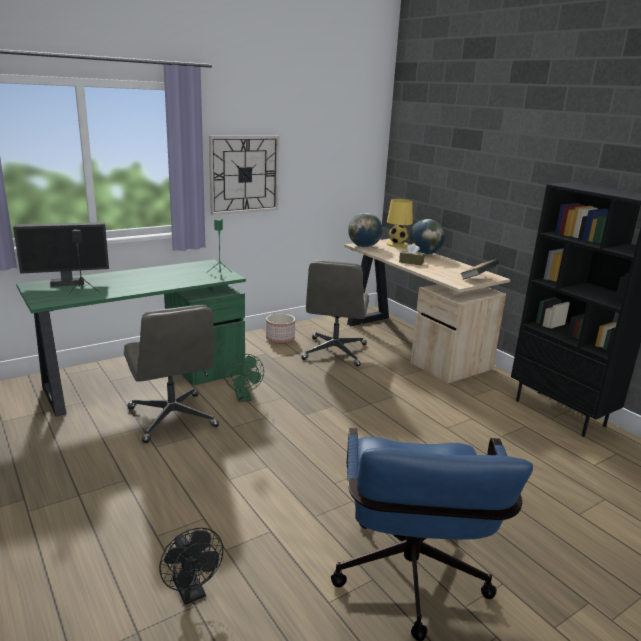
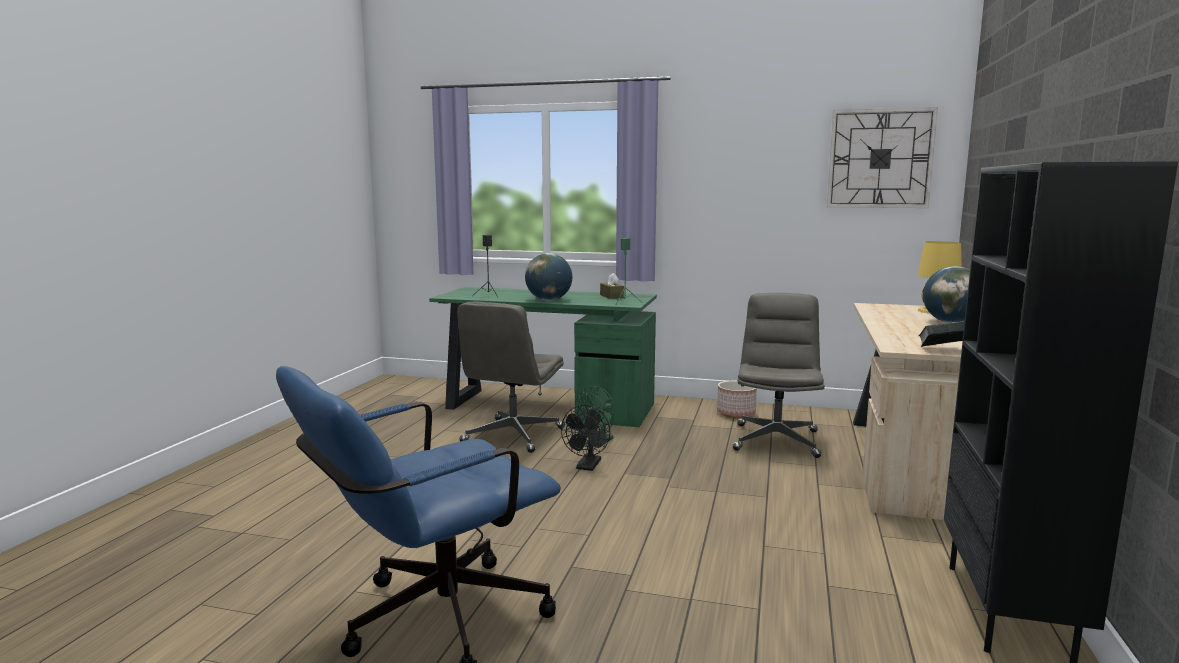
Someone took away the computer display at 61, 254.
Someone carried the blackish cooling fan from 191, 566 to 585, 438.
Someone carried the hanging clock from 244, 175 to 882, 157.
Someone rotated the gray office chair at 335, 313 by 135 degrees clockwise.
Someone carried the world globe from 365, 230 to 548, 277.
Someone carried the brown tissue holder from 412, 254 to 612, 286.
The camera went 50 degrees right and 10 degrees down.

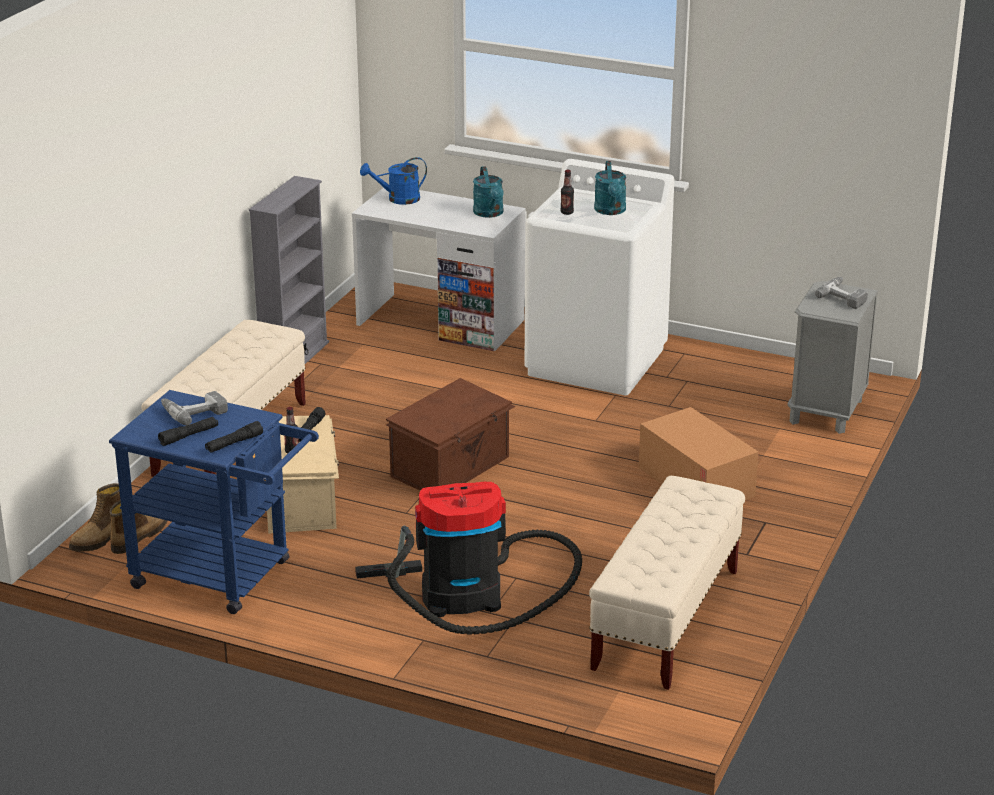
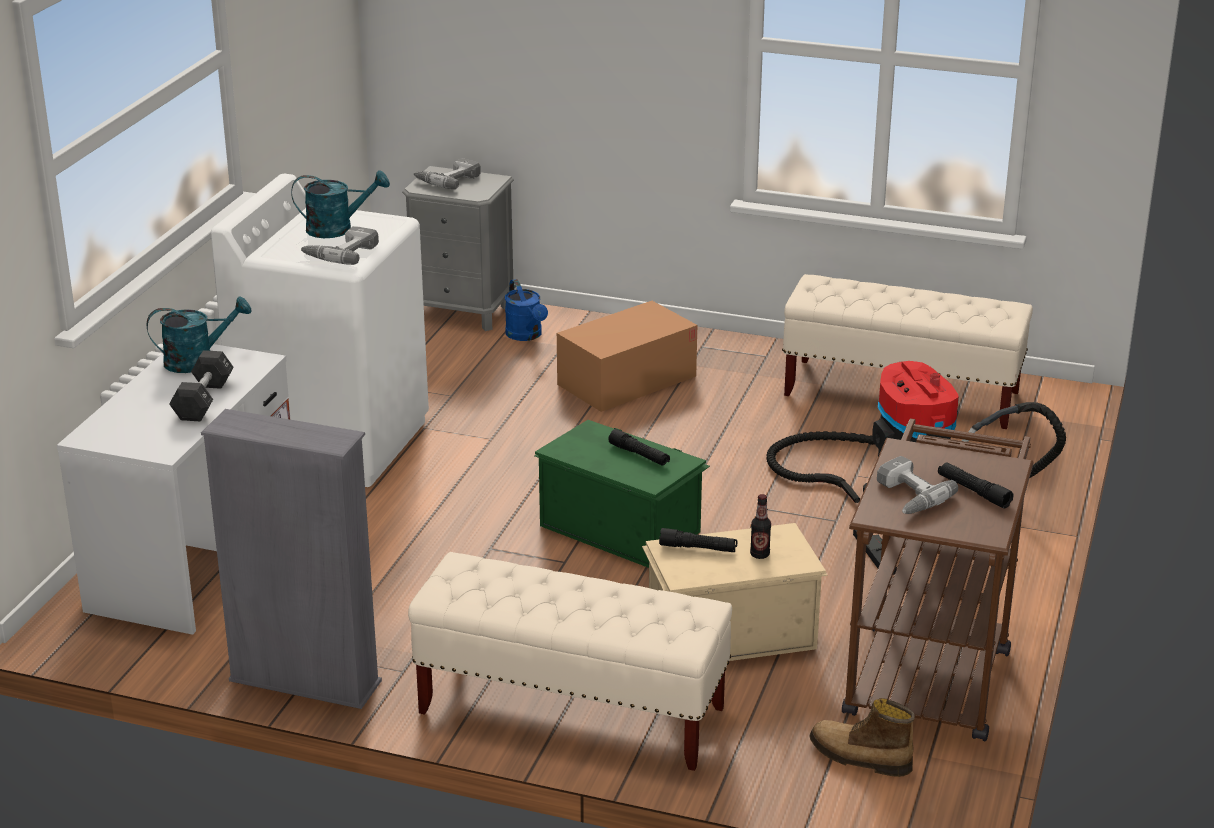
Someone took away the boot at 94, 517.
Someone repainted the bluish cart at 214, 502, which became the brown cart at 938, 579.
Someone carried the blackish hand torch from 234, 437 to 639, 447.
Someone carried the bluish sprinkling can from 393, 181 to 526, 310.
Someone repainted the brown storage bin at 450, 434, which became the green-coloured storage bin at 622, 494.
Someone swapped the beverage bottle at 567, 192 for the drill at 340, 245.
Someone put down the blackish dumbbell at 201, 386.
The camera went 95 degrees left and 0 degrees up.

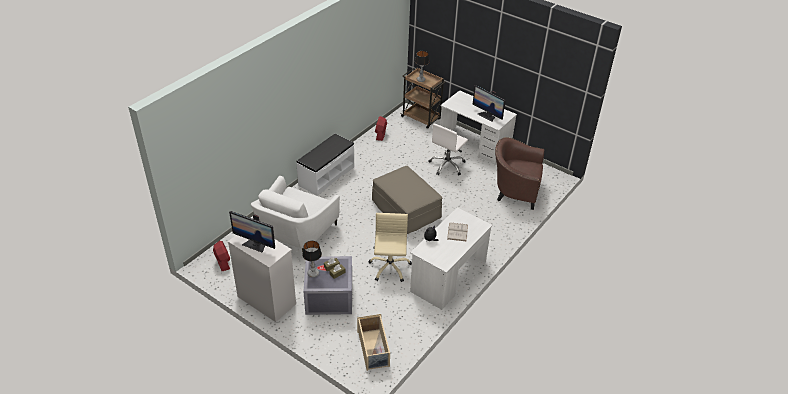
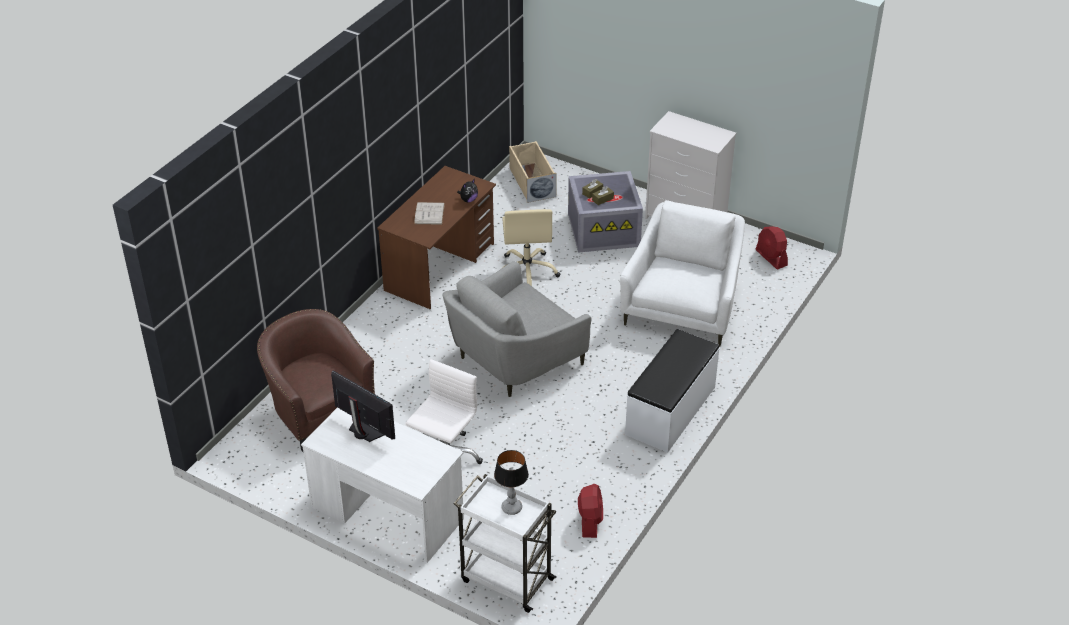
Someone took away the computer display at 252, 232.
Someone took away the tabletop lamp at 312, 259.
Someone swapped the beige ottoman at 407, 200 for the gray lounge chair at 516, 329.
Someone repainted the brown cart at 423, 98, which became the white-coloured cart at 505, 543.
Someone repainted the white-coloured desk at 451, 259, which became the brown desk at 436, 237.
Someone rotated the brown lounge chair at 519, 173 by 135 degrees counterclockwise.
The camera went 175 degrees right and 0 degrees up.

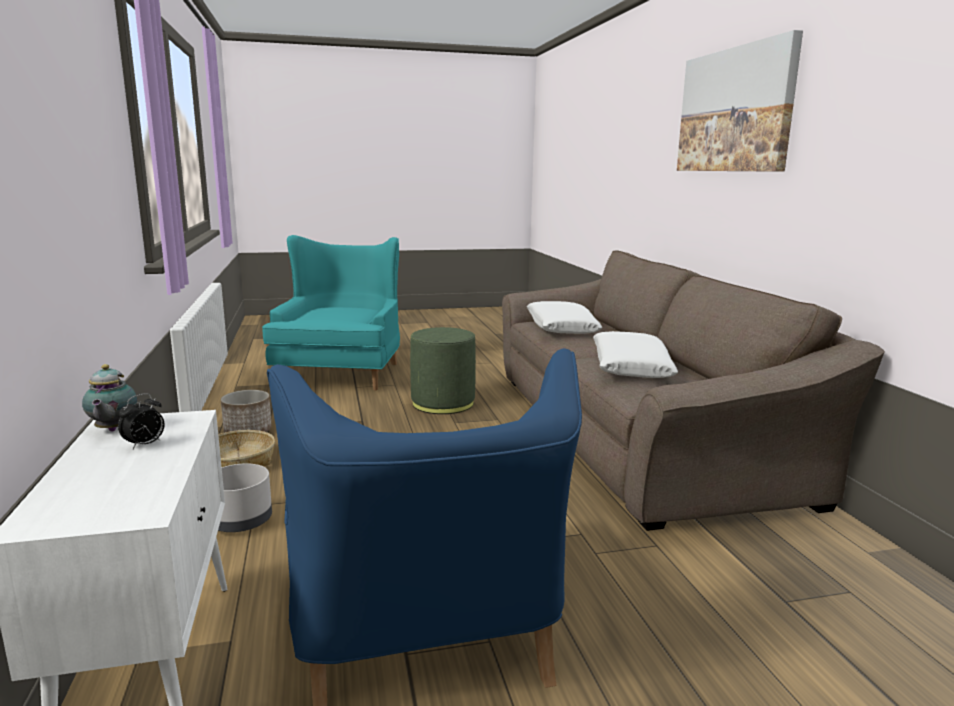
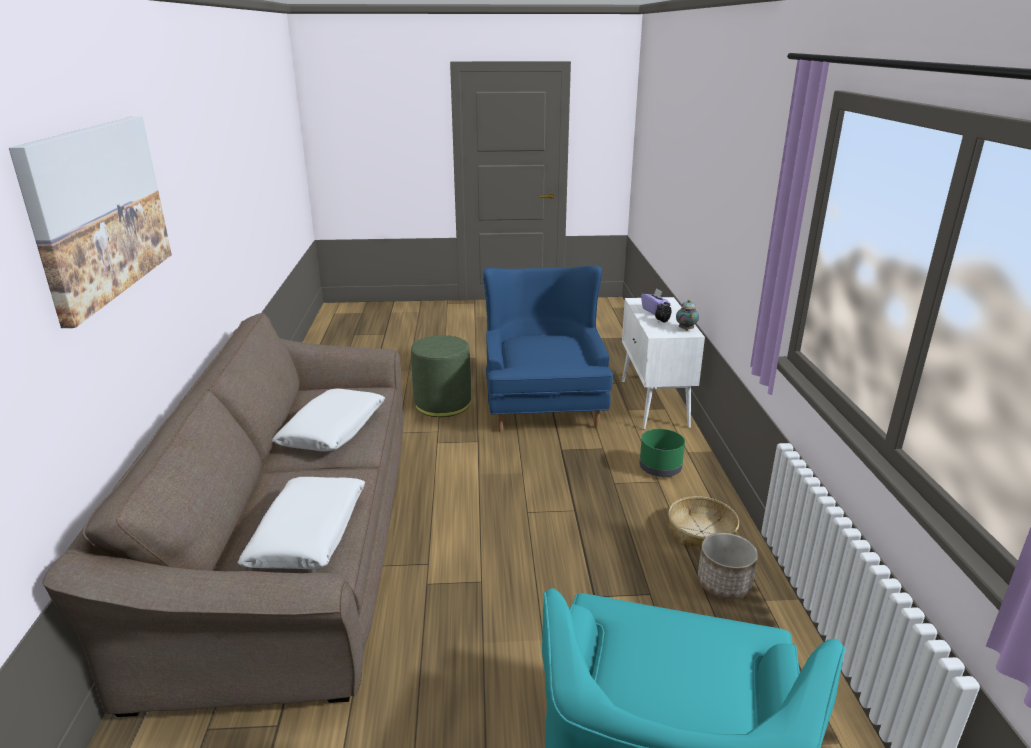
Someone repainted the gray plant pot at 245, 498, which became the green-coloured plant pot at 662, 453.
Someone carried the green-coloured ottoman from 443, 370 to 441, 376.
Someone put down the purple-coloured tissue holder at 656, 301.
The camera went 170 degrees left and 10 degrees up.

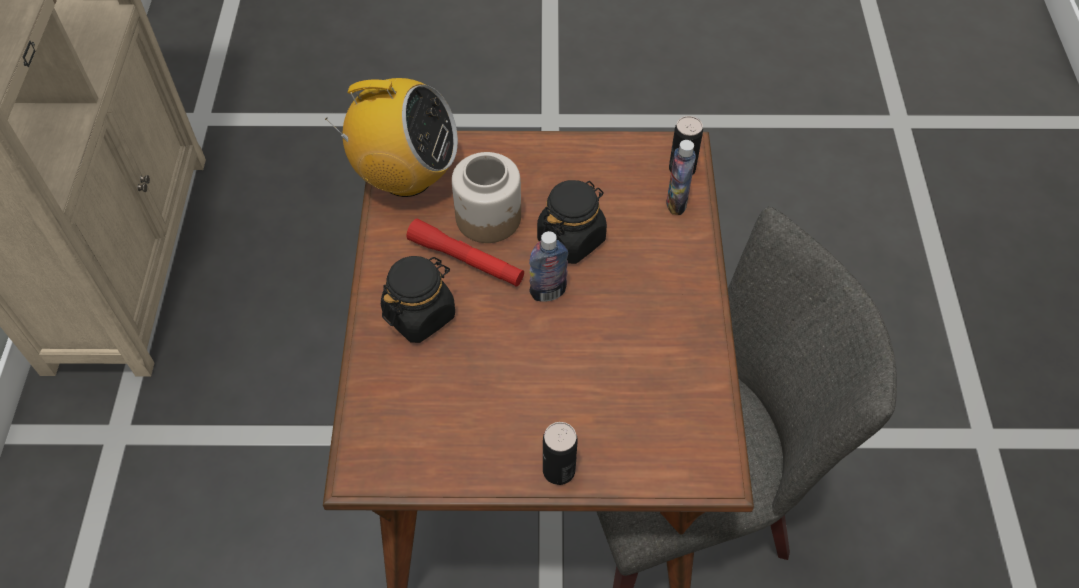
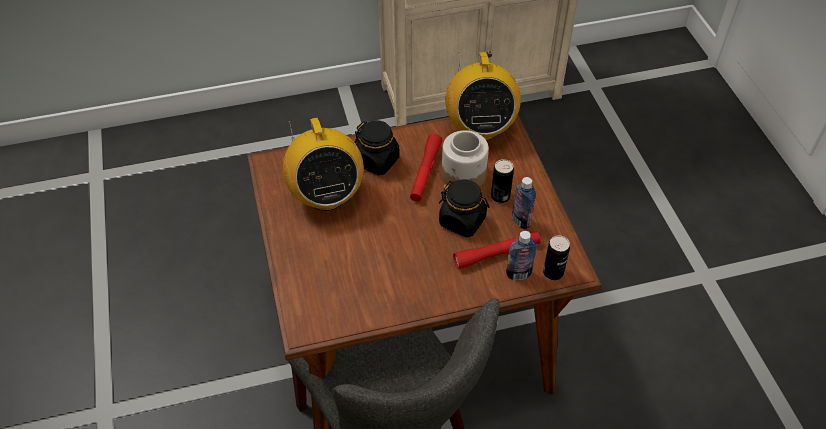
Someone carried the beverage bottle from 548, 266 to 524, 203.
Someone carried the metal can from 560, 453 to 502, 181.
Someone put down the radio at 323, 164.
Someone put down the reddish hand torch at 497, 250.
The camera went 75 degrees right and 5 degrees down.

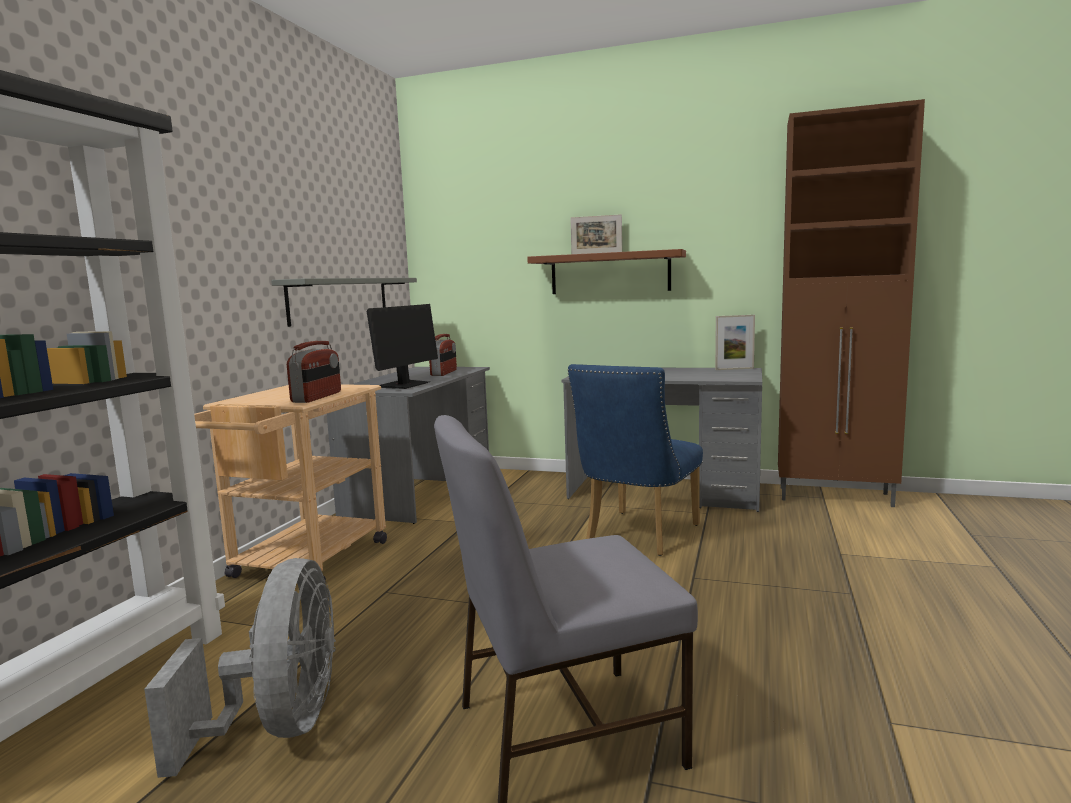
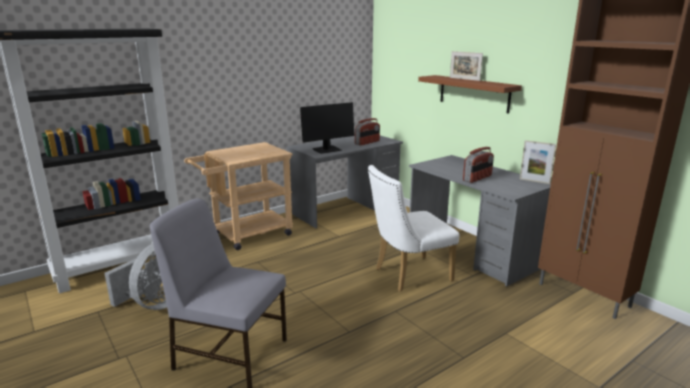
Someone took away the gray shelf at 344, 302.
Someone carried the radio from 314, 372 to 478, 165.
Someone repainted the bluish plain chair at 635, 460, which became the white-coloured plain chair at 413, 228.
The camera went 35 degrees right and 10 degrees up.

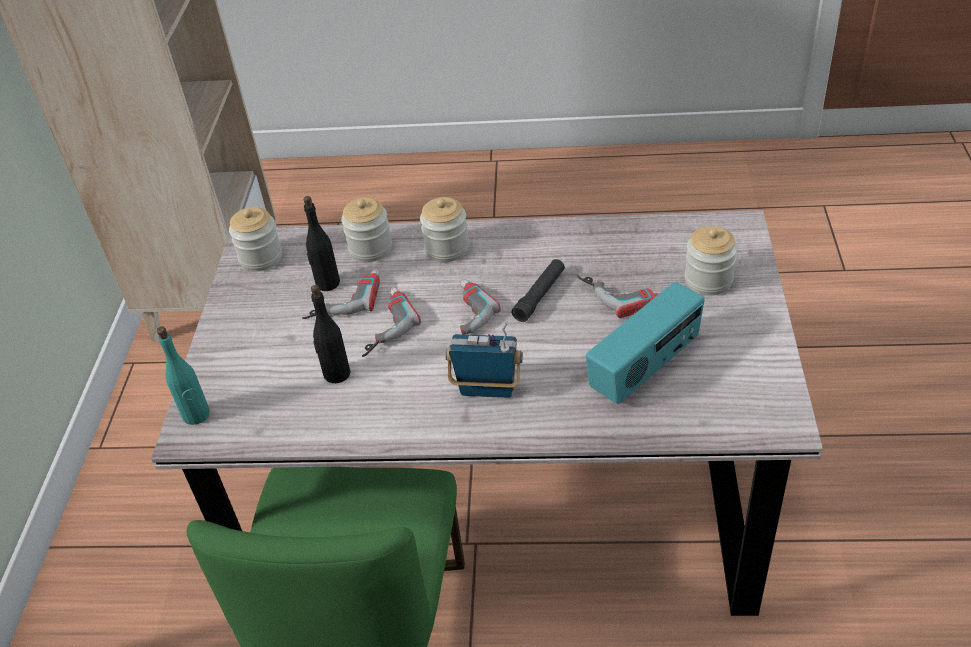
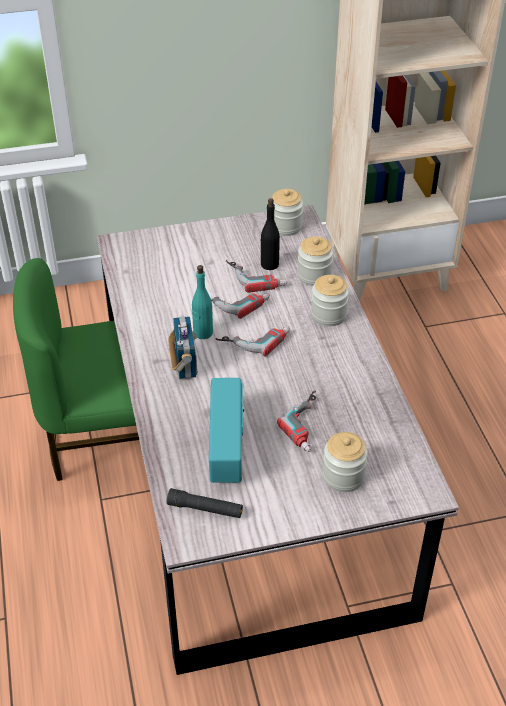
Someone carried the turquoise-coloured beverage bottle from 183, 376 to 202, 302.
Someone took away the blackish beverage bottle at 330, 334.
Someone carried the blackish hand torch from 538, 290 to 205, 503.
Someone rotated the radio at 645, 343 by 120 degrees counterclockwise.
The camera went 70 degrees right and 0 degrees up.

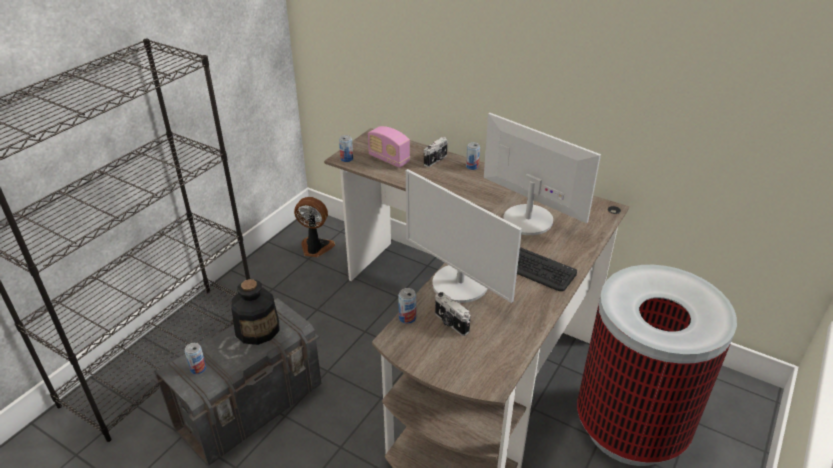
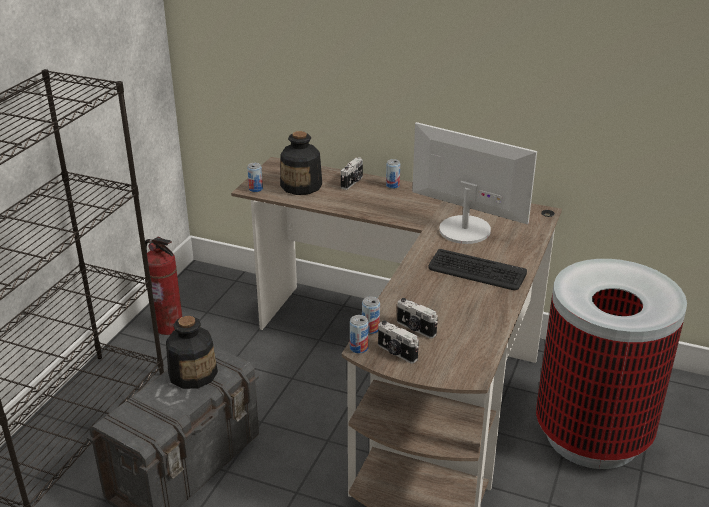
Someone carried the metal can from 195, 358 to 359, 334.
Someone took away the cooling fan at 314, 227.
Someone swapped the radio at 389, 147 for the beverage bottle at 301, 163.
Someone took away the computer display at 464, 236.
Someone put down the extinguisher at 163, 285.
Someone put down the photo camera at 398, 341.
The camera went 10 degrees left and 5 degrees down.

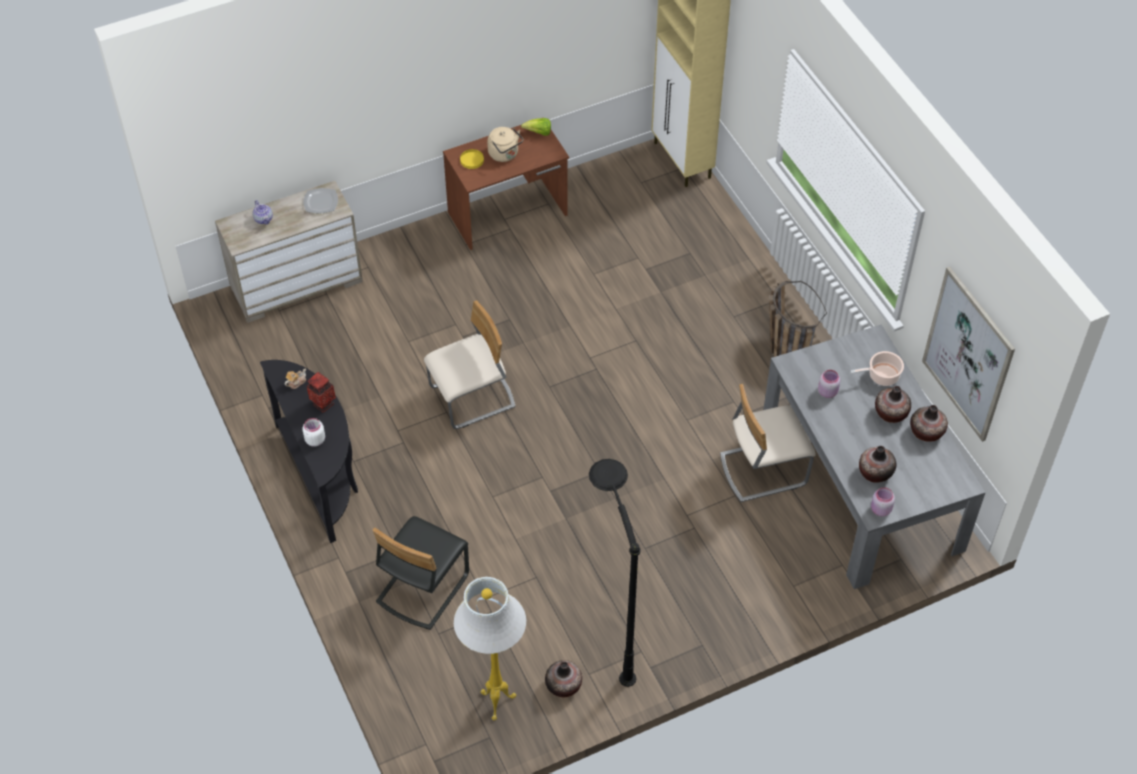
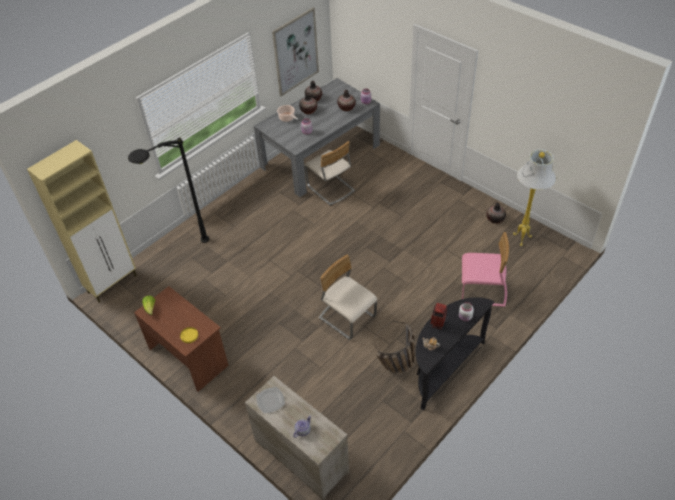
Someone repainted the blackish plain chair at 421, 573, which became the pink plain chair at 485, 269.
Someone took away the beige water kettle at 505, 144.
Someone carried the blackish floor lamp from 615, 573 to 168, 190.
Someone carried the basket from 798, 319 to 394, 347.
The camera went 110 degrees left and 5 degrees down.

